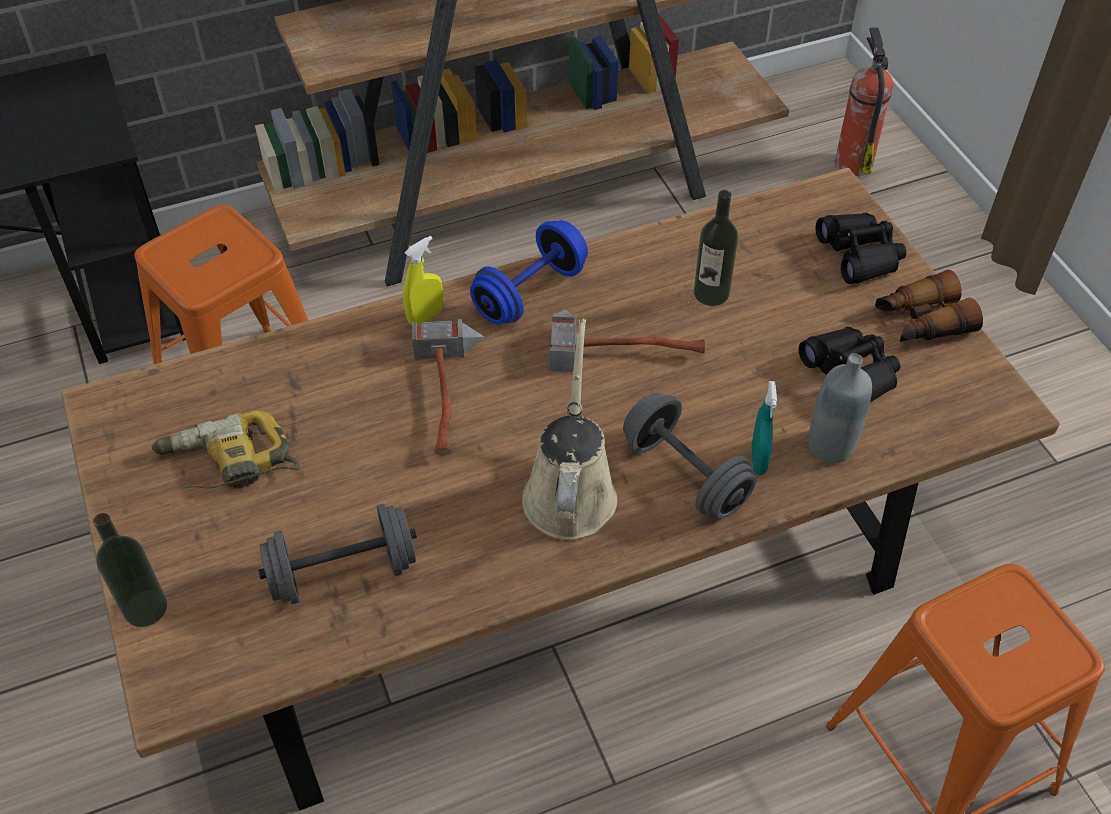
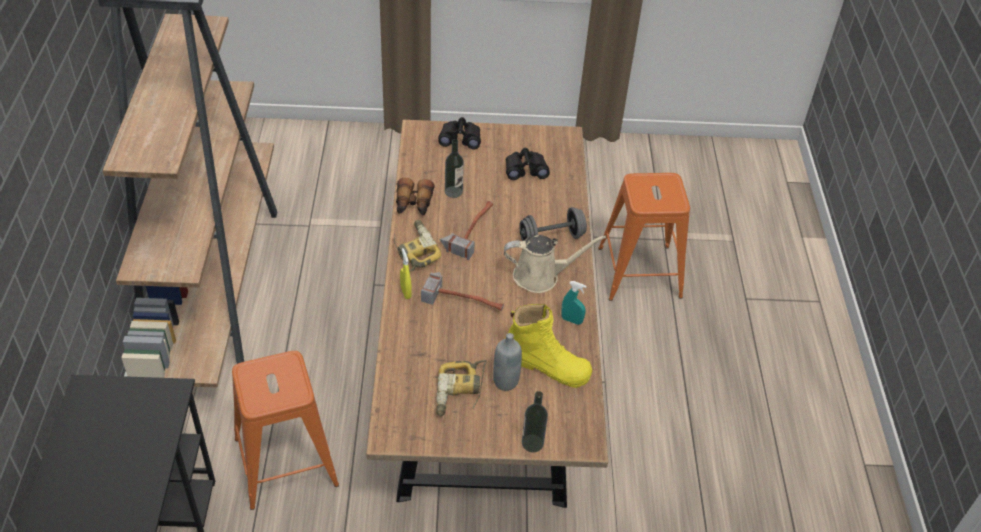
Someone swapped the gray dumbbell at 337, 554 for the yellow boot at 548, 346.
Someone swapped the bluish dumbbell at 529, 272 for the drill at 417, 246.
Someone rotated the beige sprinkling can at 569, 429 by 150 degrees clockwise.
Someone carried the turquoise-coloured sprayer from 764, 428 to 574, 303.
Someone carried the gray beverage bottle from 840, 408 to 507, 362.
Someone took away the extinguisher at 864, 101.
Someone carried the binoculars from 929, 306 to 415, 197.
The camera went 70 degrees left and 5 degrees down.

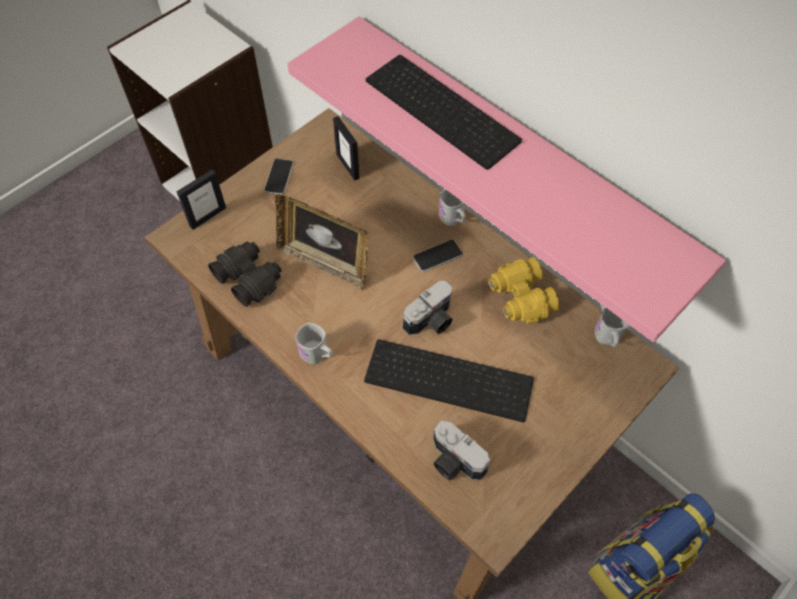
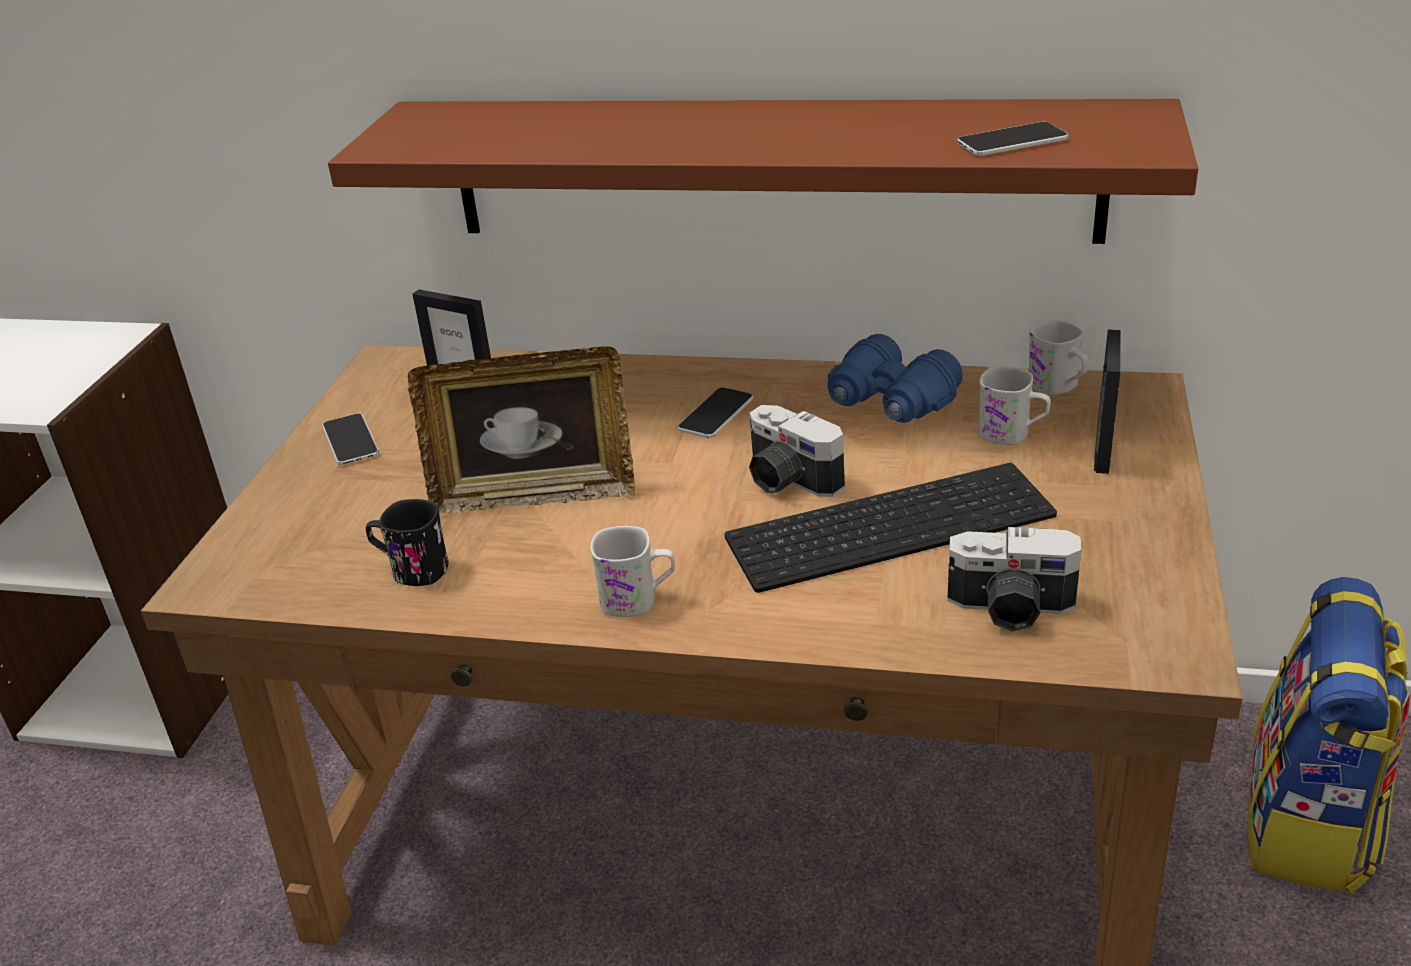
Someone carried the standing frame from 201, 200 to 1107, 402.
Someone swapped the blackish binoculars at 245, 274 for the blackish tea mug at 407, 542.
Someone repainted the pink shelf at 506, 179, which became the brown shelf at 763, 171.
Someone took away the keyboard at 444, 112.
Someone rotated the photo camera at 428, 308 by 120 degrees clockwise.
Someone carried the white-coloured tea mug from 452, 207 to 1014, 405.
Someone repainted the yellow binoculars at 524, 290, which became the bluish binoculars at 895, 378.
Someone put down the handset at 1013, 139.
The camera went 30 degrees left and 25 degrees down.

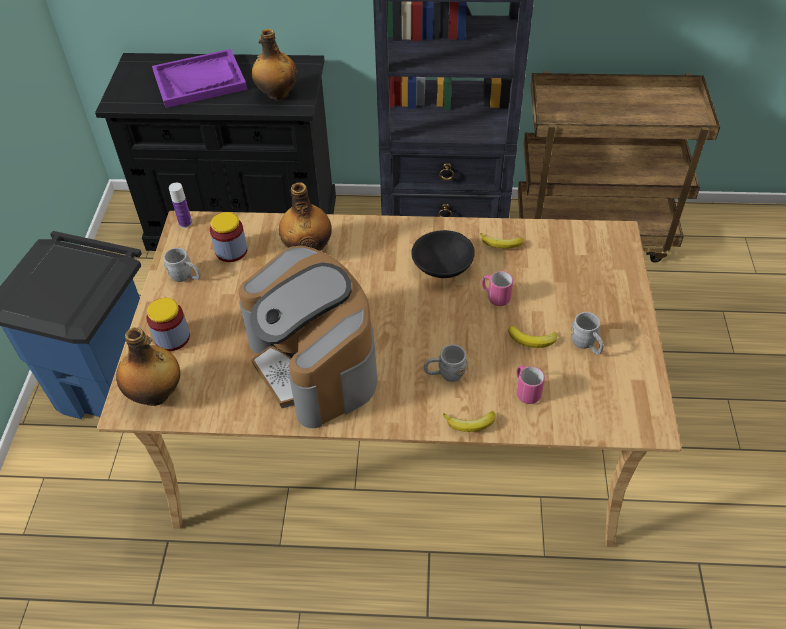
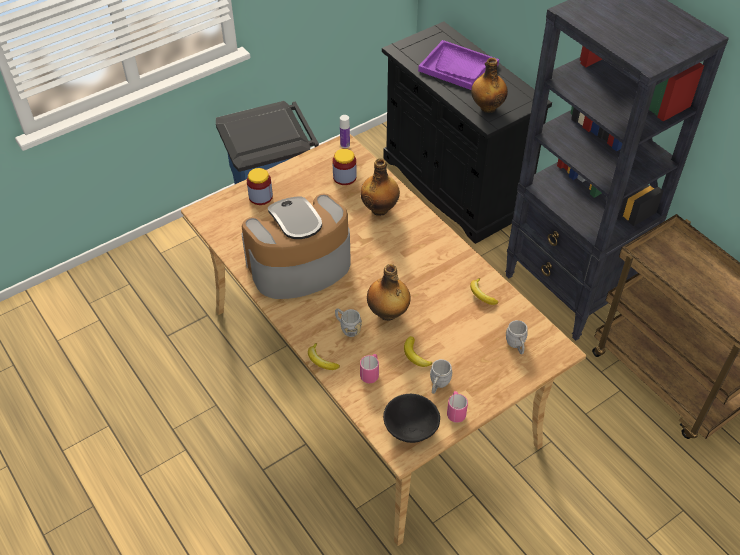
Someone carried the beverage bottle from 148, 366 to 389, 292.
Someone carried the gray tea mug from 182, 265 to 517, 337.
Someone rotated the coffee brewer at 308, 337 by 45 degrees clockwise.
Someone carried the blackish deep dish from 443, 254 to 411, 418.
Someone carried the pink tea mug from 497, 288 to 457, 407.
The camera went 50 degrees right and 0 degrees up.

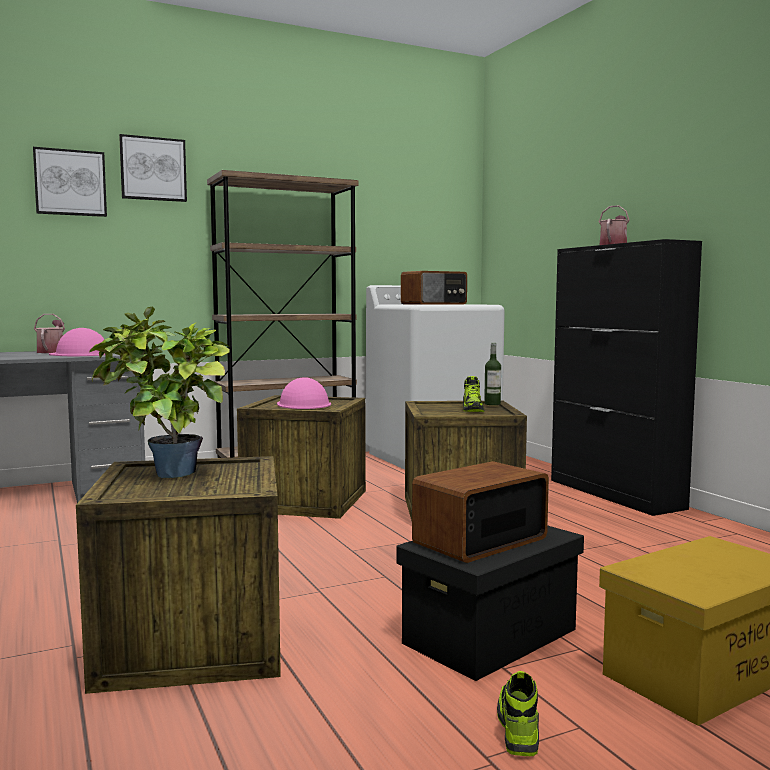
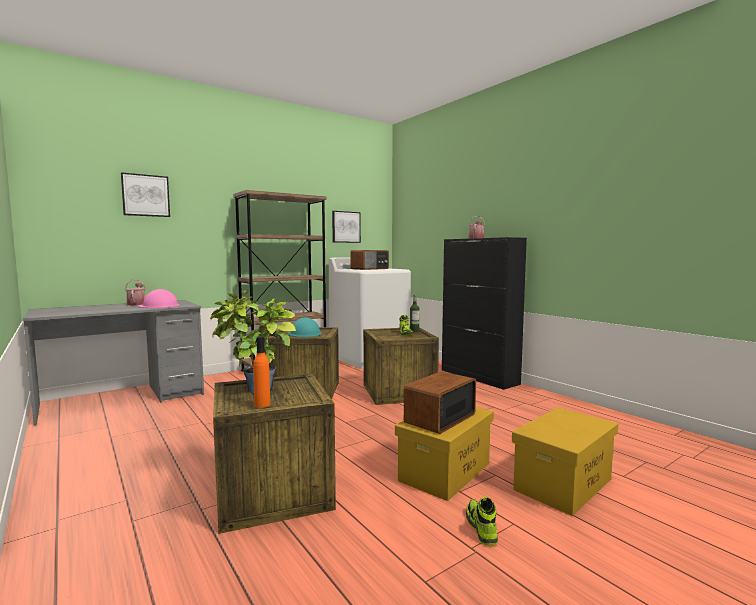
Someone carried the wall art from 153, 168 to 346, 227.
Someone repainted the pink hard hat at 304, 393, which became the turquoise-coloured hard hat at 305, 327.
Someone repainted the blackish storage bin at 490, 603, which became the yellow storage bin at 444, 454.
Someone put down the orangey beverage bottle at 261, 372.
The camera went 10 degrees left and 0 degrees up.

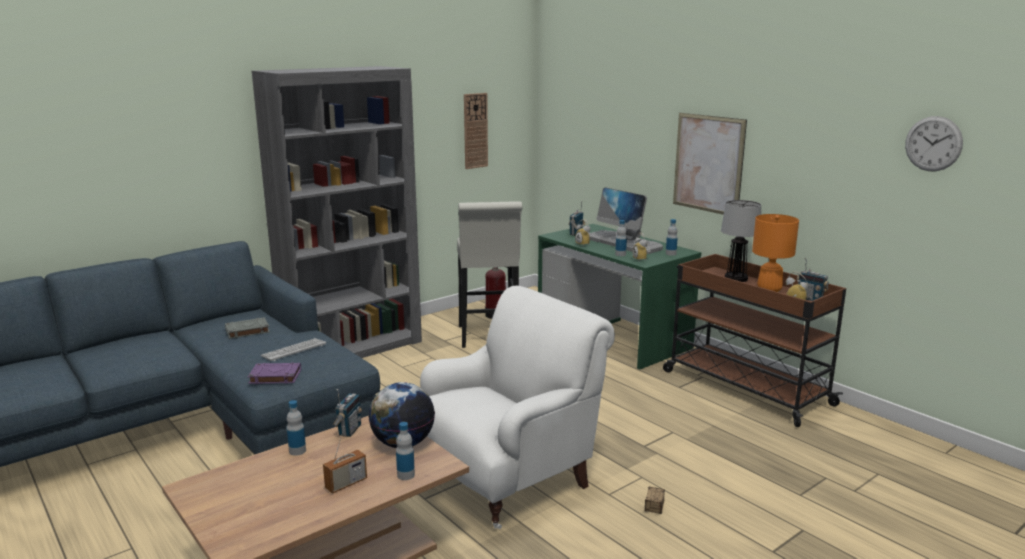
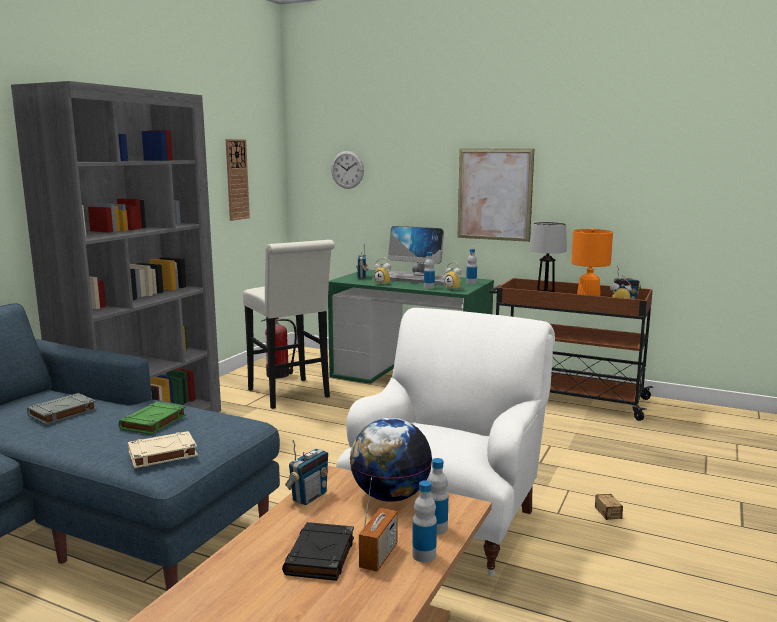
Someone repainted the purple-coloured book at 274, 373, which became the beige book at 163, 449.
Someone swapped the keyboard at 293, 349 for the green-coloured book at 152, 418.
Someone carried the beverage bottle from 296, 428 to 424, 521.
Someone rotated the radio at 347, 413 by 45 degrees clockwise.
Someone carried the hanging clock from 934, 143 to 347, 170.
Someone put down the blackish book at 318, 551.
The camera went 25 degrees left and 5 degrees down.

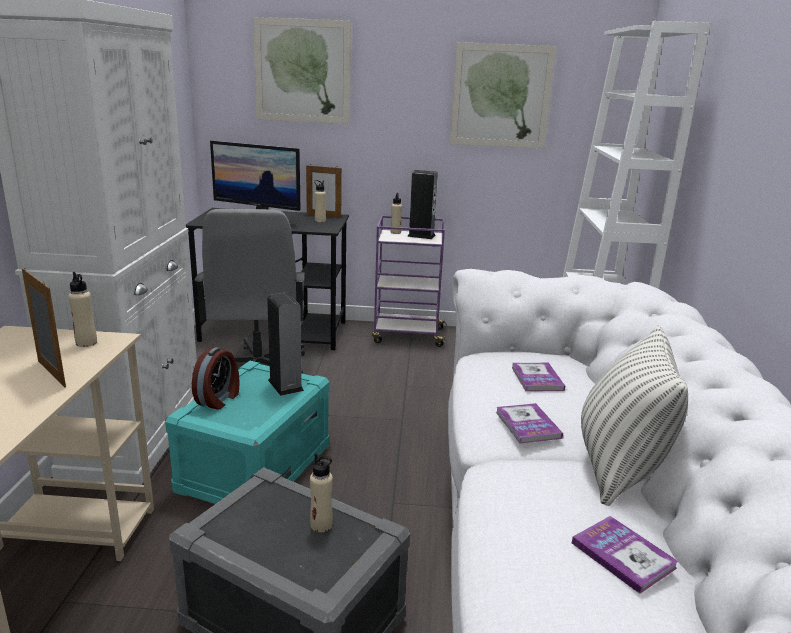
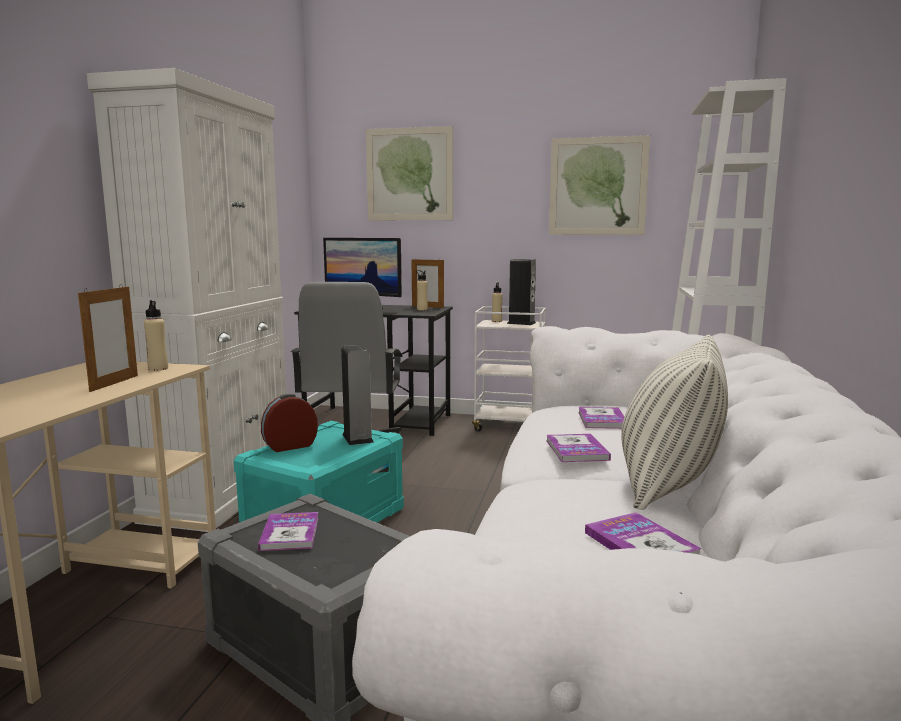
Someone rotated the standing frame at 44, 327 by 45 degrees clockwise.
Someone rotated the alarm clock at 216, 378 by 150 degrees counterclockwise.
Someone took away the beige beverage bottle at 321, 493.
Someone repainted the purple-coloured cart at 409, 281, which became the white-coloured cart at 509, 368.
Someone put down the book at 288, 531.
The camera went 10 degrees right and 10 degrees down.

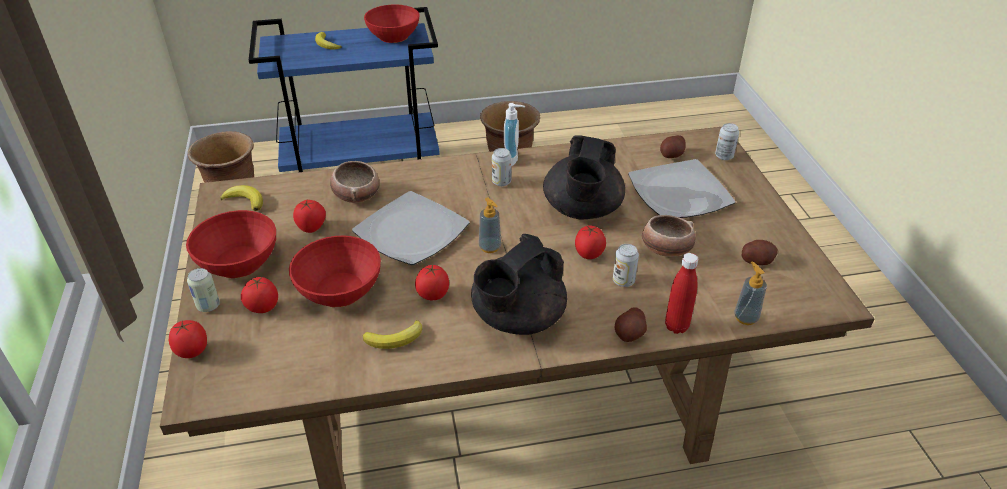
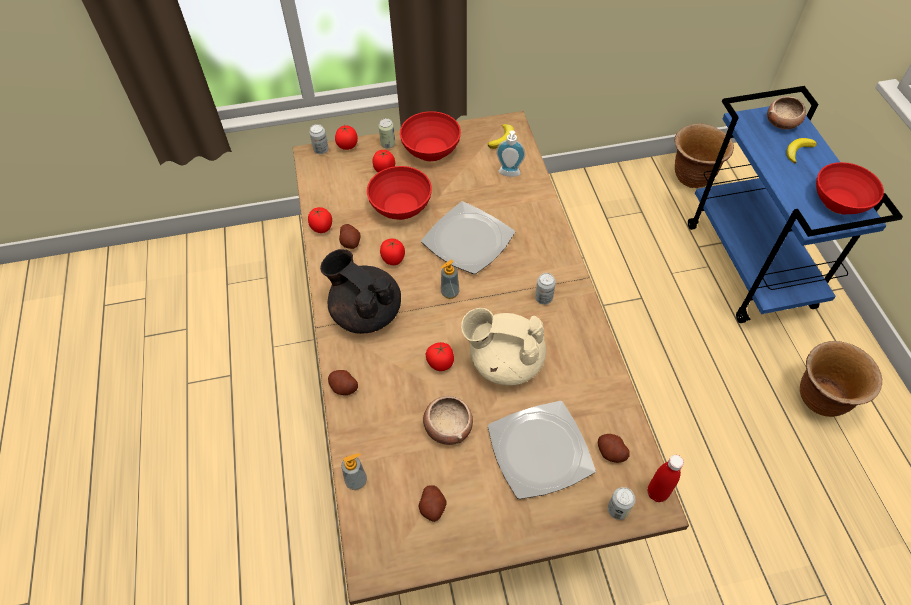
Someone carried the fresh tomato from 309, 216 to 320, 220.
Someone carried the deep dish from 355, 182 to 786, 112.
Someone swapped the whole banana at 393, 334 for the potato at 350, 236.
Someone carried the soap bottle from 514, 134 to 510, 153.
Someone repainted the blackish teapot at 584, 177, which became the beige teapot at 503, 347.
Someone carried the metal can from 626, 265 to 319, 139.
Someone carried the reddish beverage bottle from 681, 293 to 666, 478.
The camera went 90 degrees right and 15 degrees up.

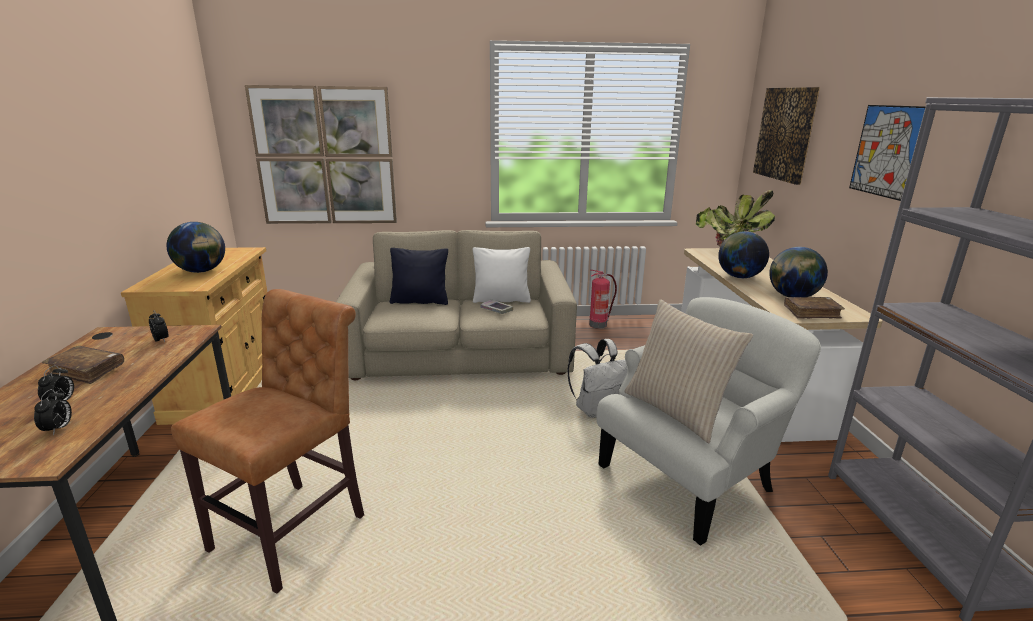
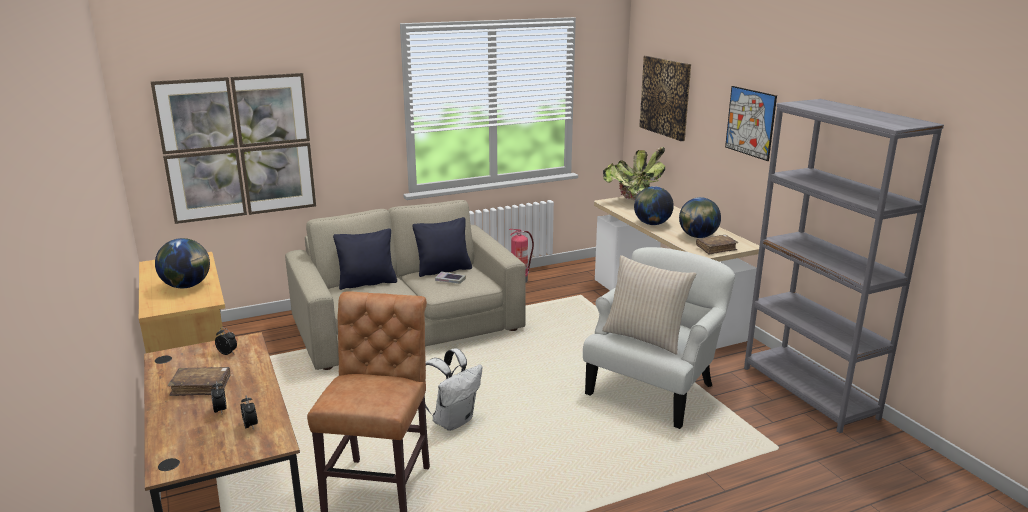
Someone repainted the white-coloured throw pillow at 502, 275, which became the blackish throw pillow at 442, 247.
Someone carried the white-coloured rucksack from 597, 378 to 453, 389.
The camera went 20 degrees left and 0 degrees up.

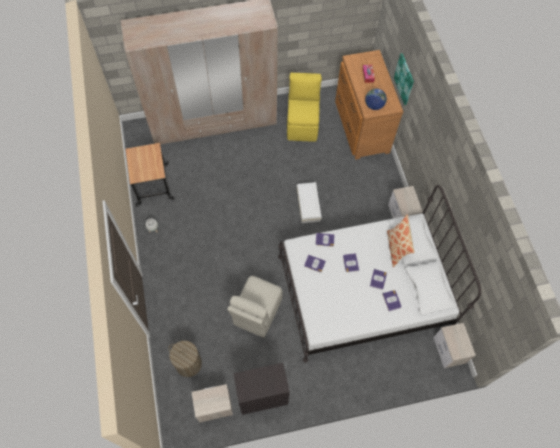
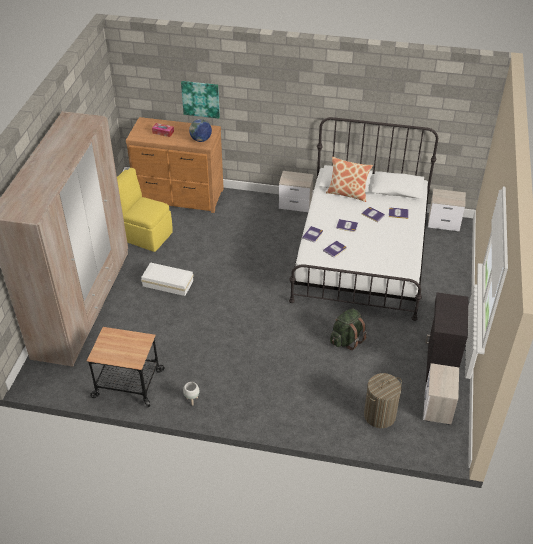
Someone swapped the beige plain chair at 255, 307 for the green-coloured rucksack at 348, 329.
Someone carried the white-coloured storage bin from 309, 202 to 167, 279.
The camera went 65 degrees left and 20 degrees down.

